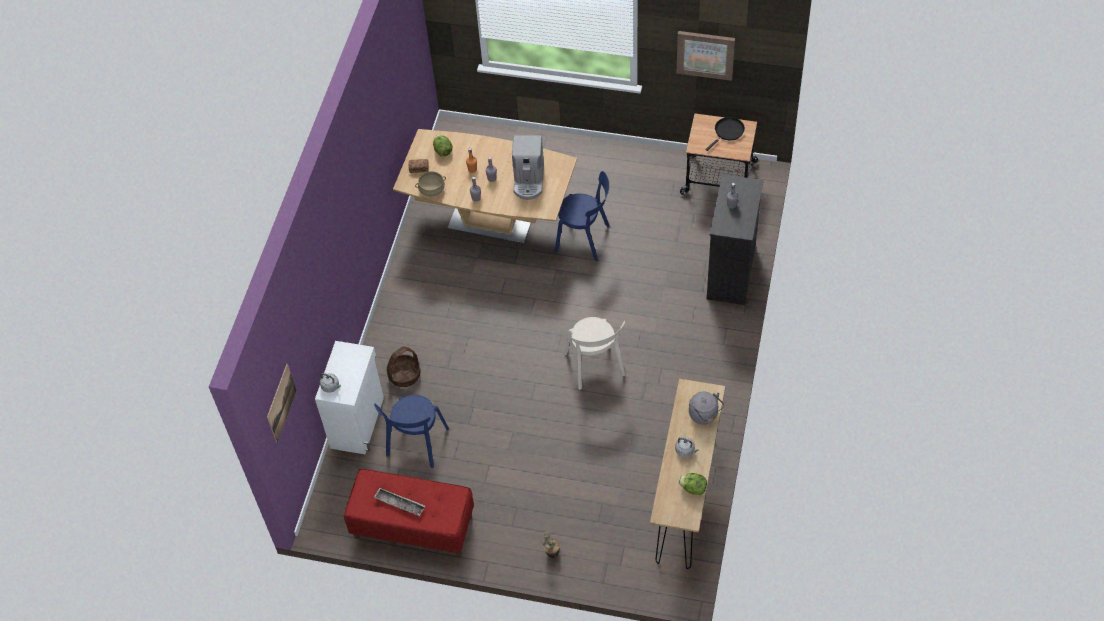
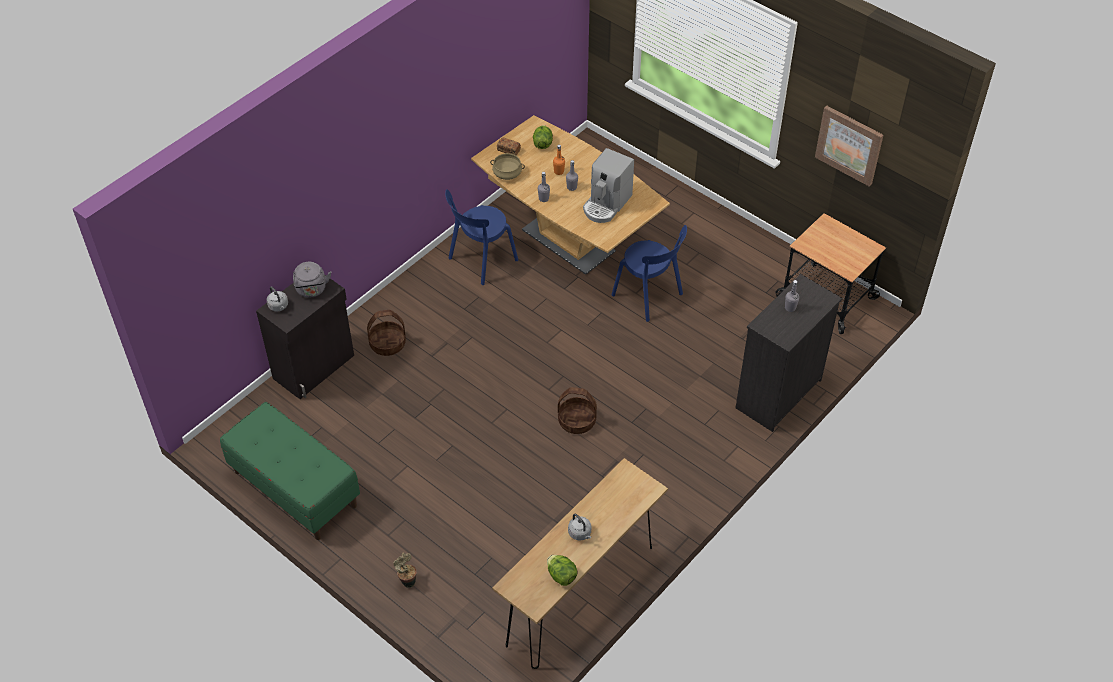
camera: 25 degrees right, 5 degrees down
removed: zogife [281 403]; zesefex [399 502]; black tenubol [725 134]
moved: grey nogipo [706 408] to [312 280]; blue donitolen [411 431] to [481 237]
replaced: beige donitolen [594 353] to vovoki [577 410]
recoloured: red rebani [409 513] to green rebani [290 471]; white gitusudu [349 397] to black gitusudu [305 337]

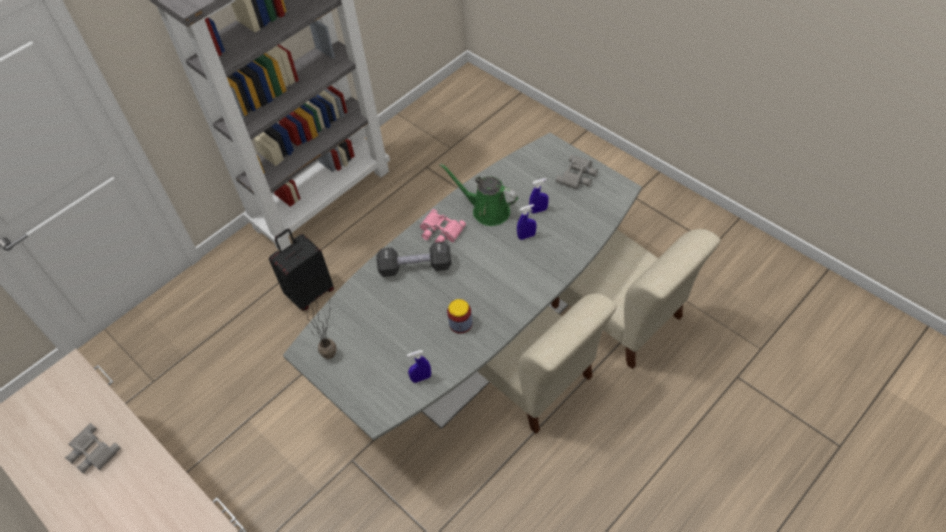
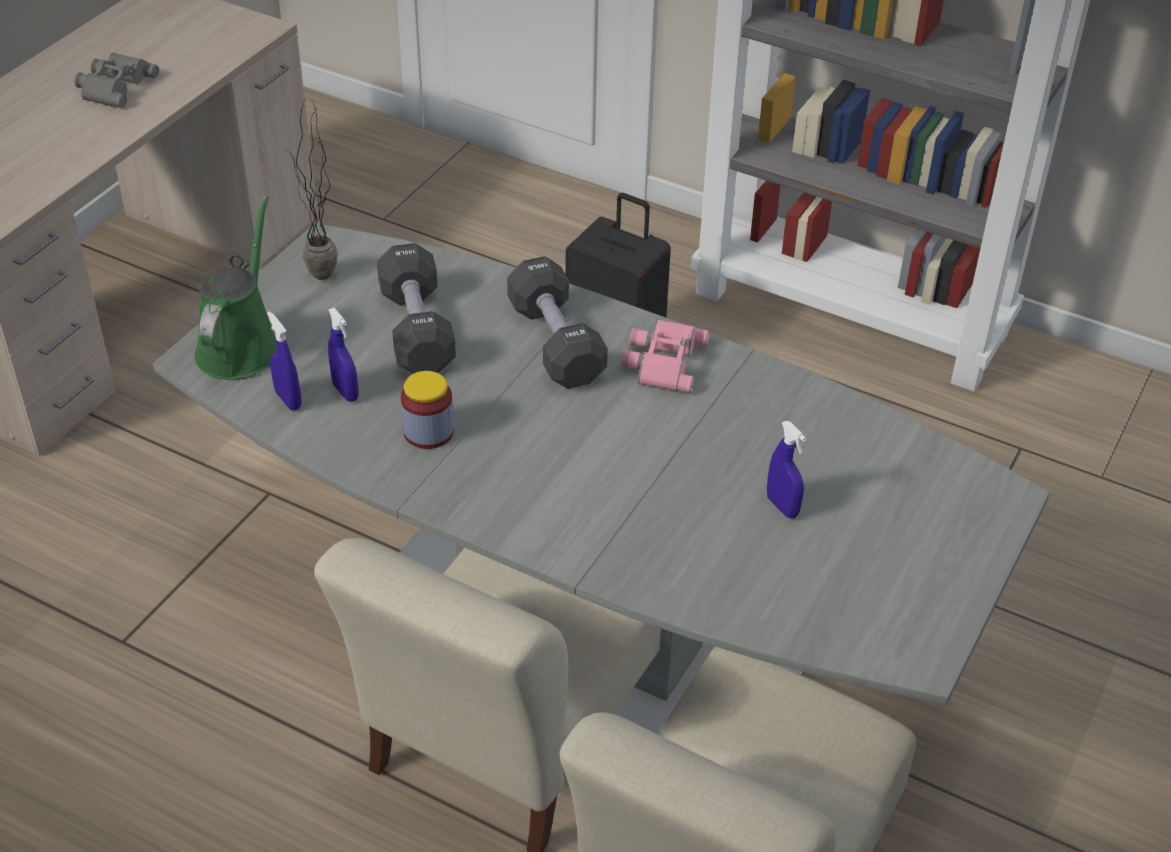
camera: 70 degrees right, 10 degrees down
removed: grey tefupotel [577 172]
added: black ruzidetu [416 308]
moved: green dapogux [479 194] to [236 288]; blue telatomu [526 222] to [343 355]

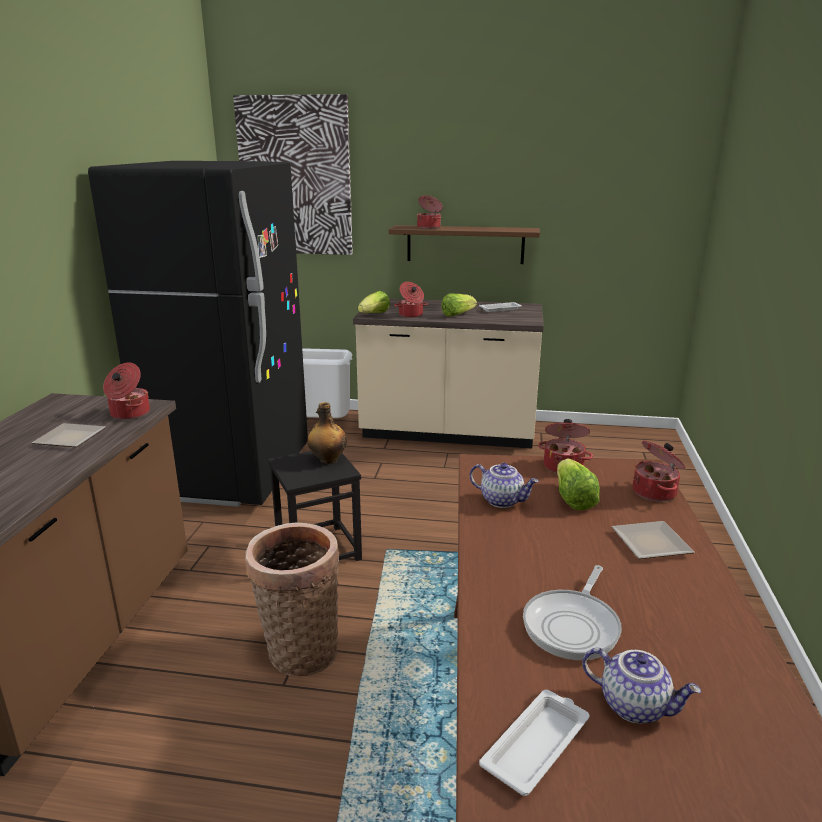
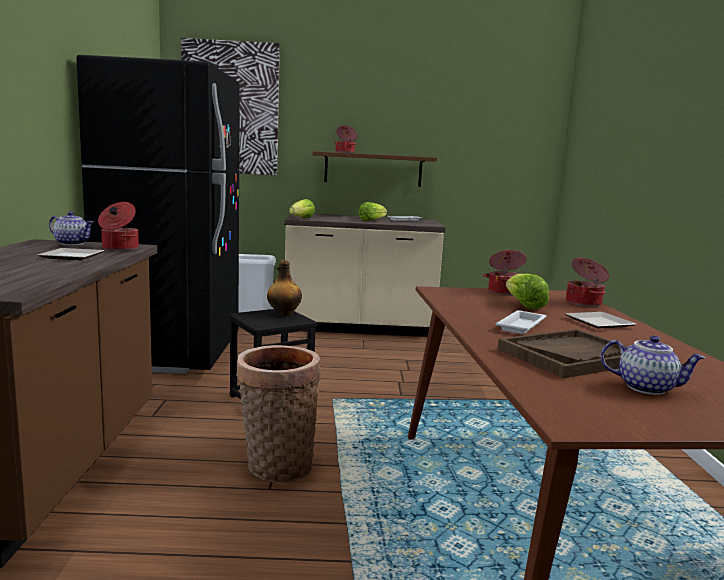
camera: 10 degrees left, 10 degrees down
removed: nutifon [411 300]
moved: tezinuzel [504 485] to [71 228]; white zesefex [534 743] to [521 322]
replaced: tenubol [572 612] to brown zesefex [563 353]

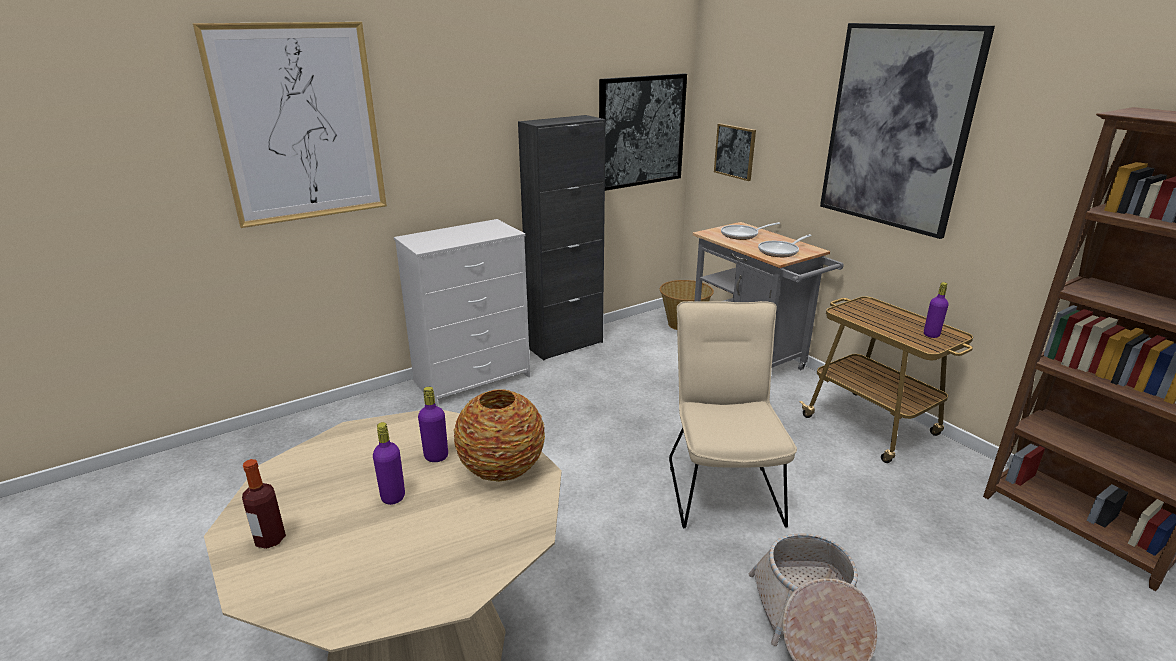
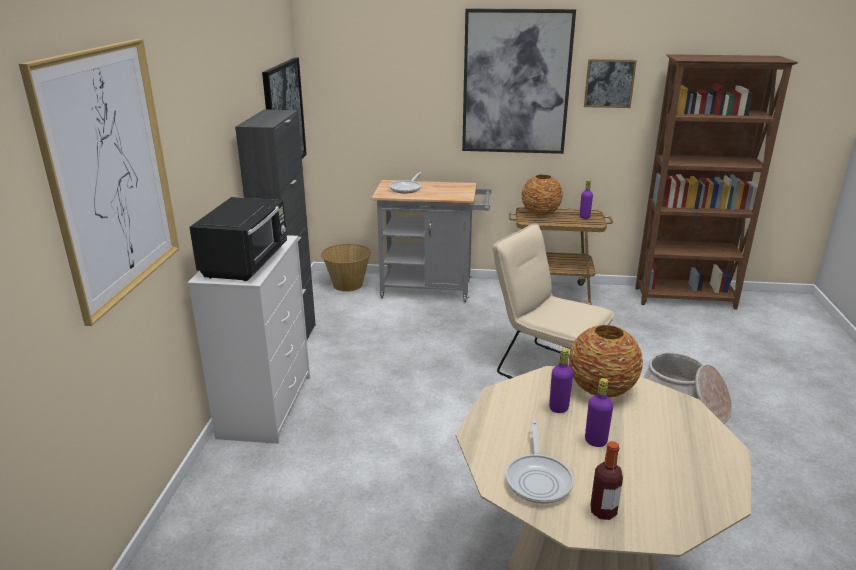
camera: 50 degrees left, 0 degrees up
added: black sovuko [238 239]; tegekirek [542 195]
moved: tenubol [785 245] to [539 462]; zogife [735 152] to [610 83]

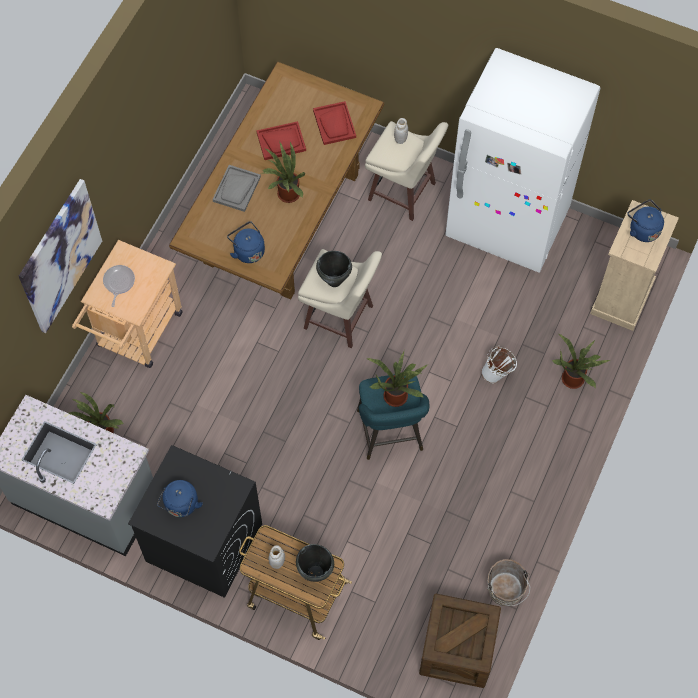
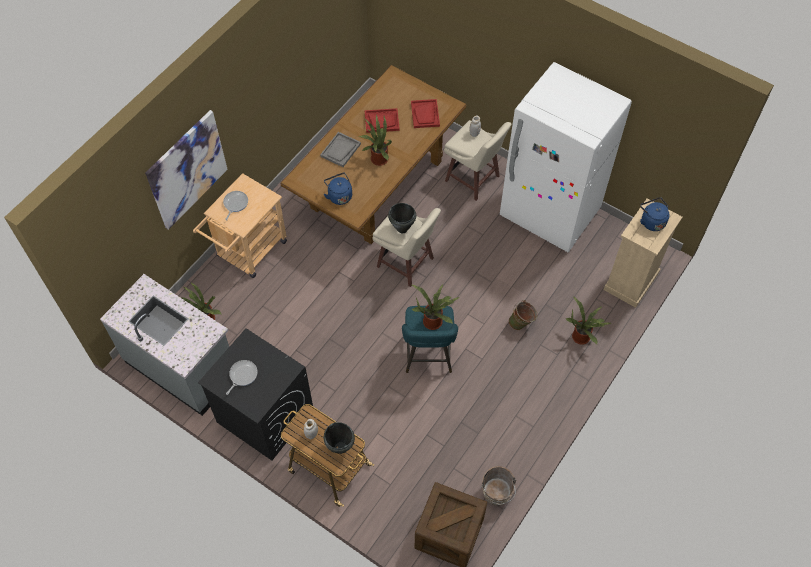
camera: 10 degrees right, 5 degrees down
replaced: blue nogipo [180 498] to tenubol [242 377]
recoloured: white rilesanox [499 364] to green rilesanox [522 315]

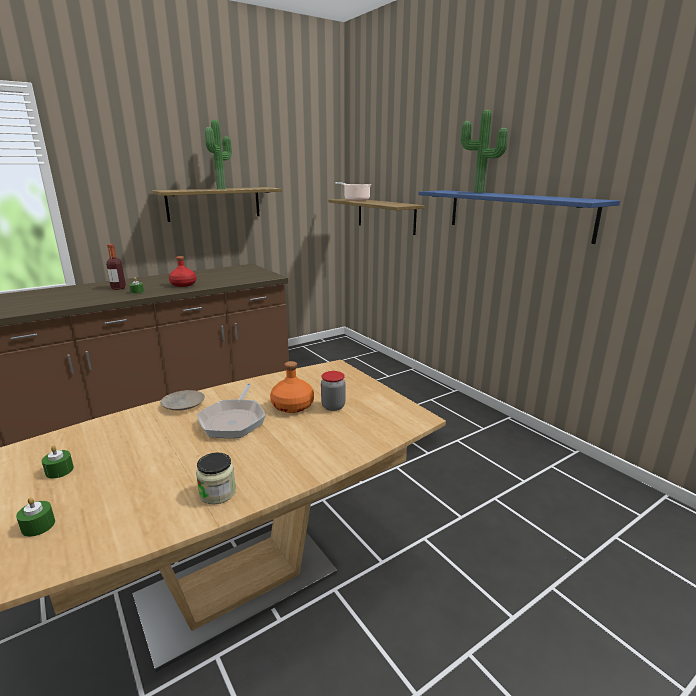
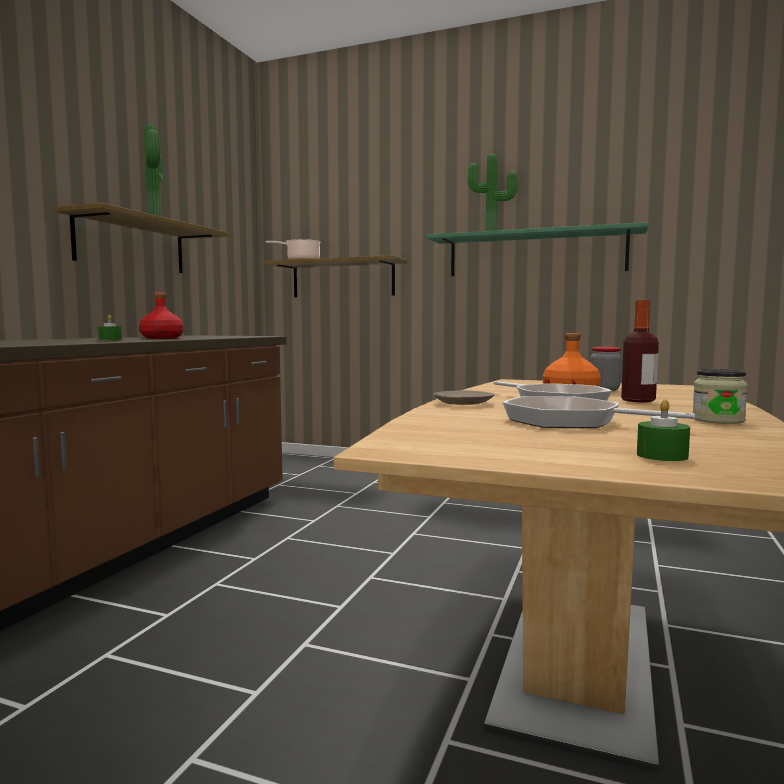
camera: 35 degrees left, 15 degrees down
removed: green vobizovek [58 462]
added: tenubol [598 412]
moved: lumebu [116 267] to [640 351]
recoloured: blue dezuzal [519 217] to green dezuzal [537 249]

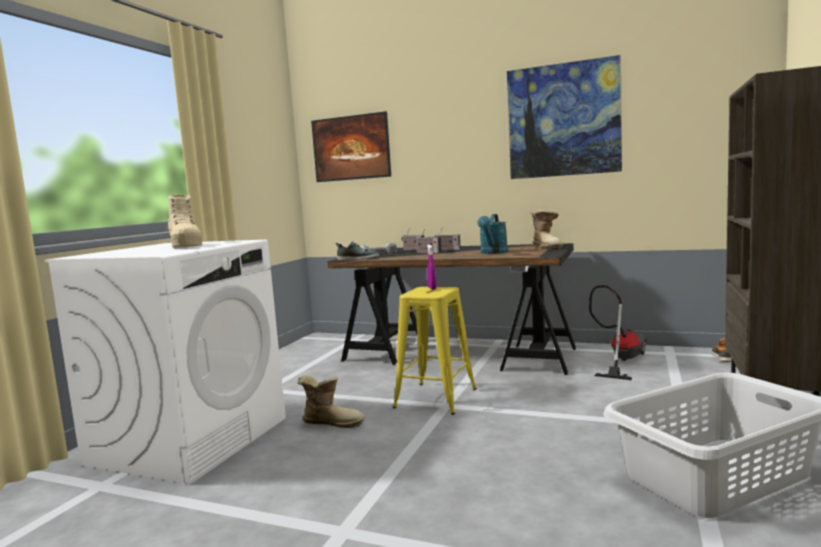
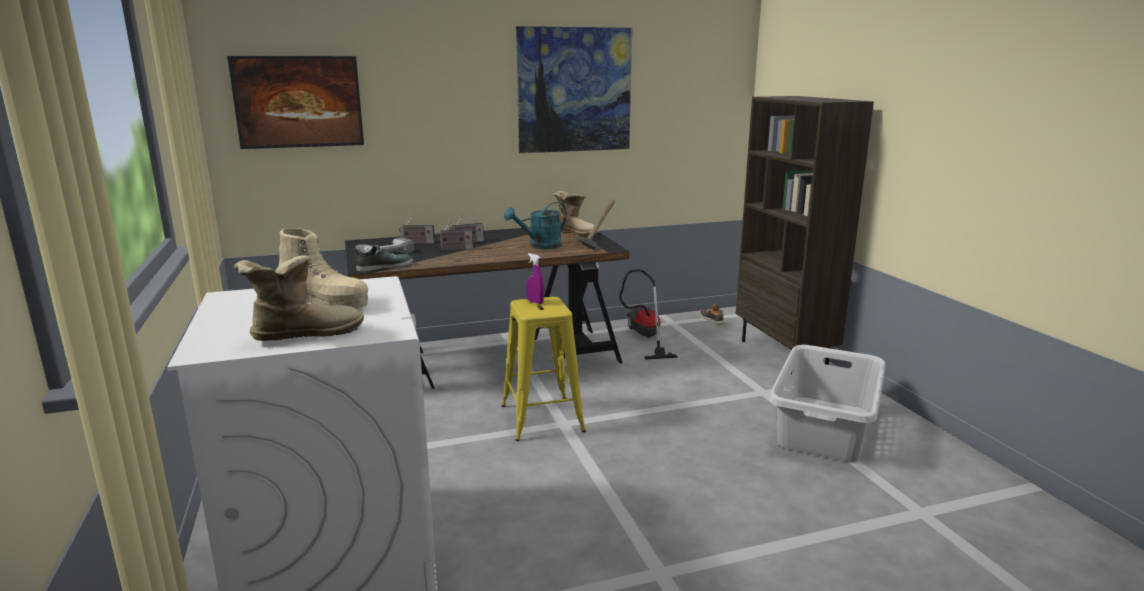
camera: 40 degrees left, 10 degrees up
added: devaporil [595 224]
moved: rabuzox [331 401] to [299 298]
turned: turquoise dapogux [492 234] = [535 225] 75 degrees clockwise

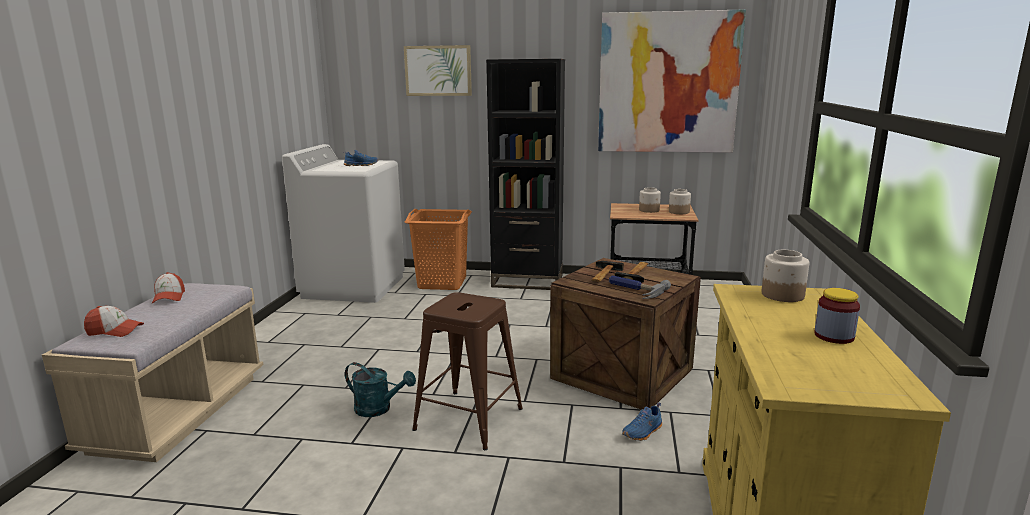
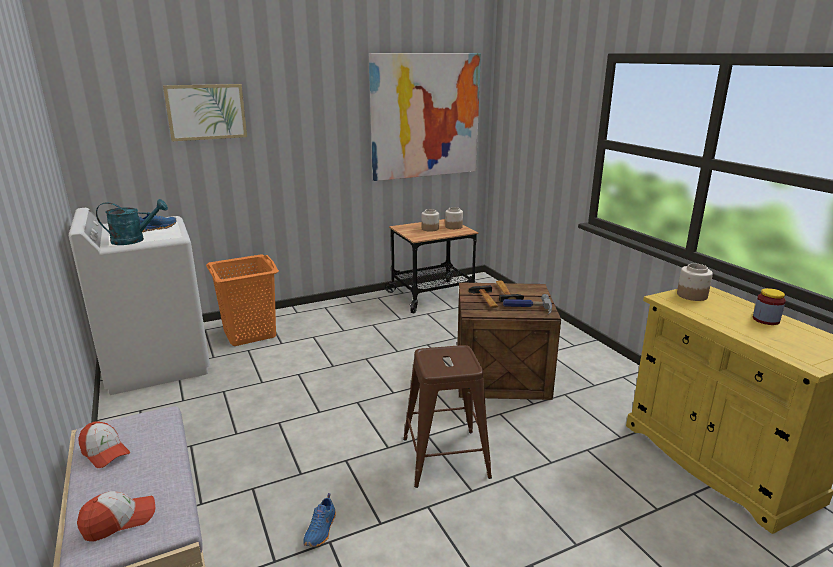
camera: 35 degrees left, 5 degrees up
removed: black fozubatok [525 174]
moved: turquoise dapogux [380 389] to [132 222]; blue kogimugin [642 421] to [319 520]

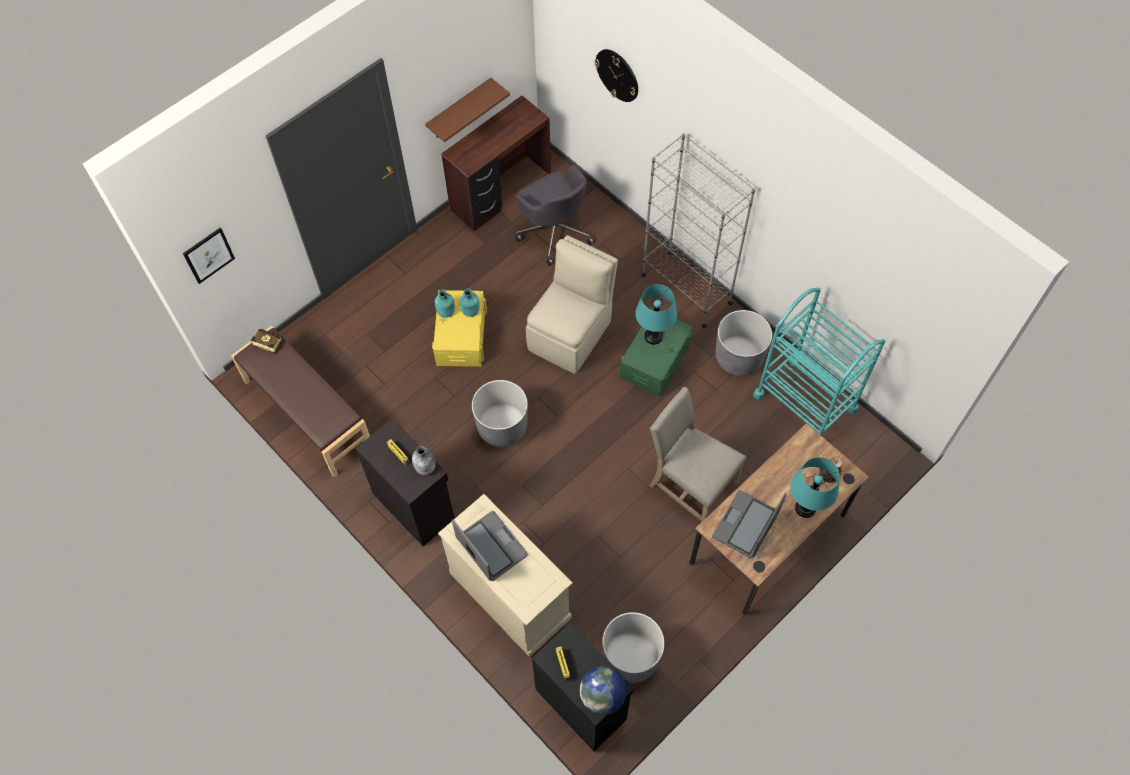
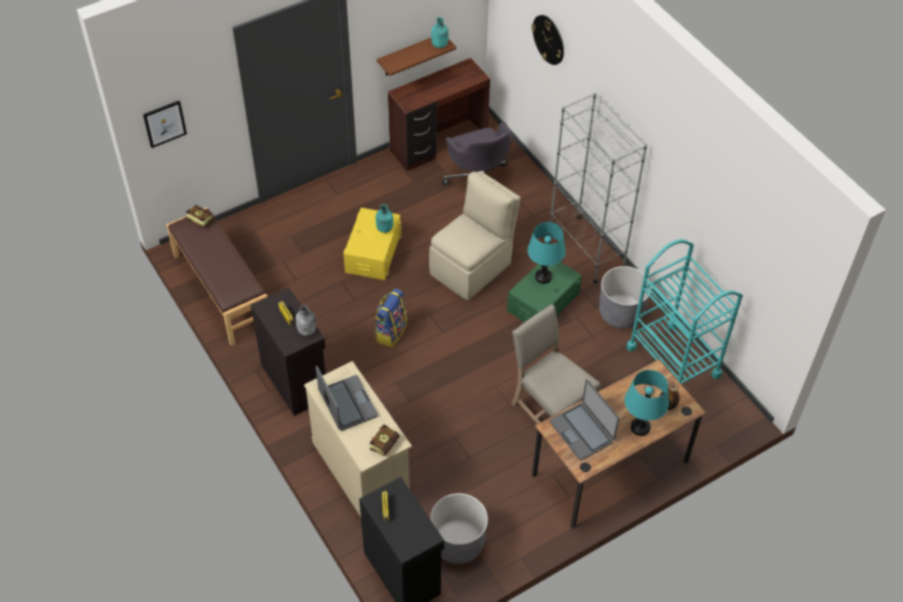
camera: 10 degrees right, 10 degrees down
removed: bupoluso [603 691]
added: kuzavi [385 440]
moved: turquoise lumebu [445 304] to [440 32]
replaced: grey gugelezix [500 413] to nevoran [390 318]
turned: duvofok [749 524] = [584 419] 75 degrees counterclockwise

